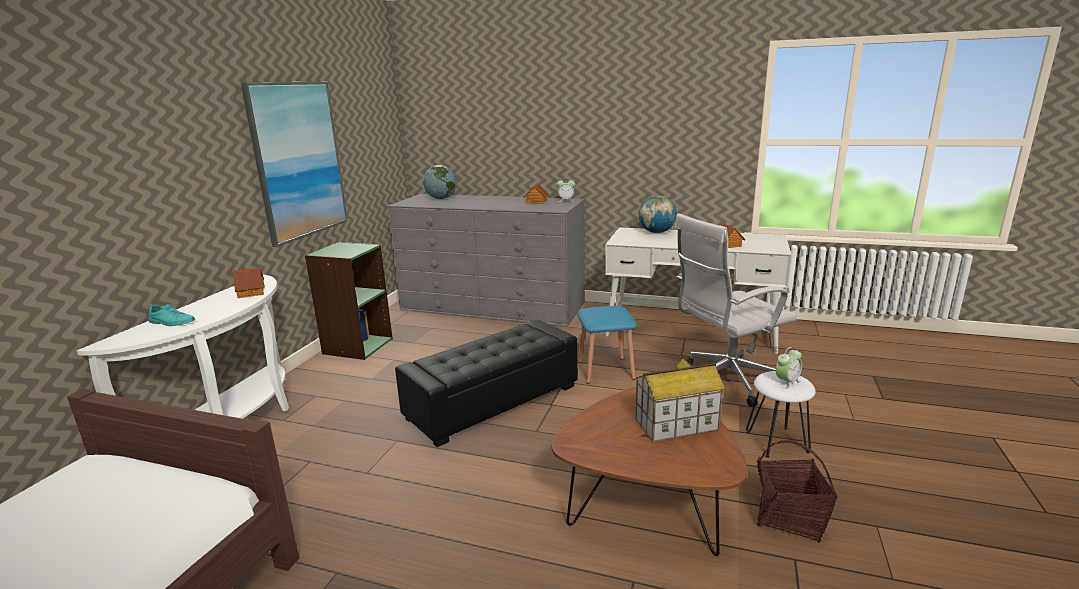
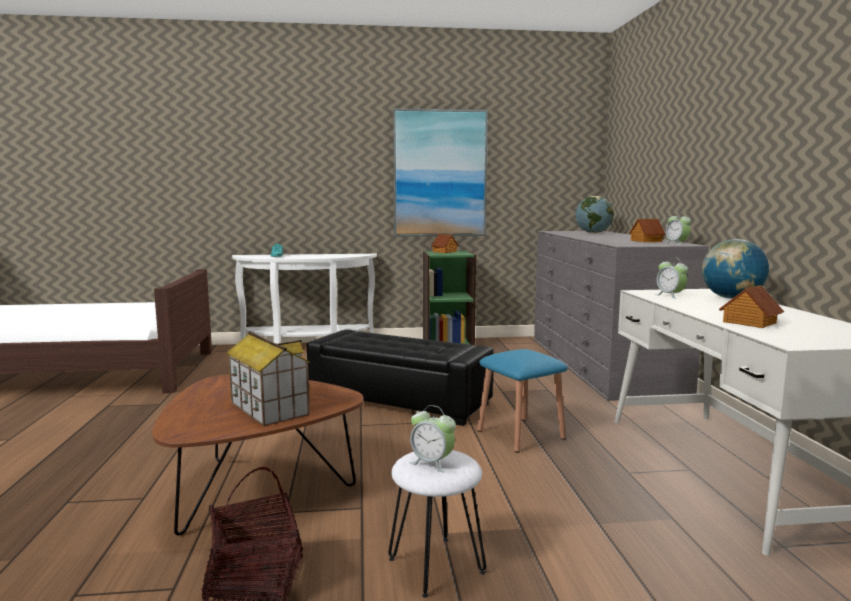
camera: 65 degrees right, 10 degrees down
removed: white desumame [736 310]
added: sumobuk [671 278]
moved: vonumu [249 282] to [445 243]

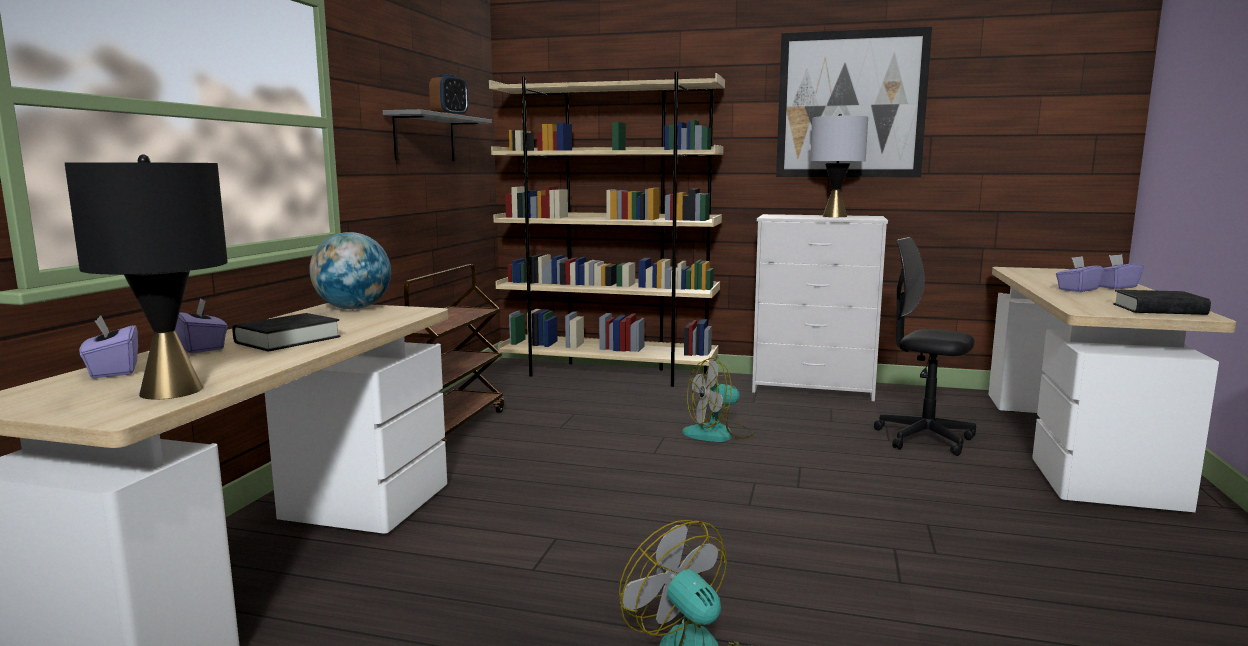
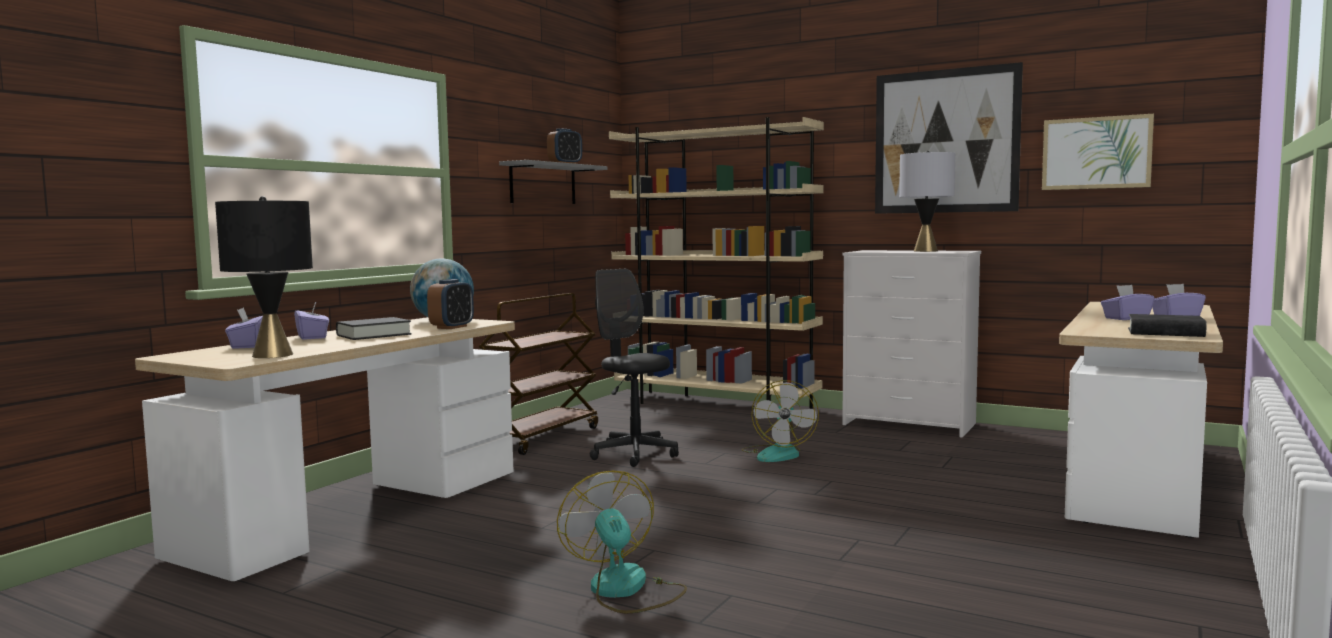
camera: 15 degrees right, 5 degrees down
added: sumobuk [450 304]; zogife [1098 152]
moved: black desumame [925 346] to [634 368]
turned: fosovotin [718 400] = [780 421] 75 degrees counterclockwise

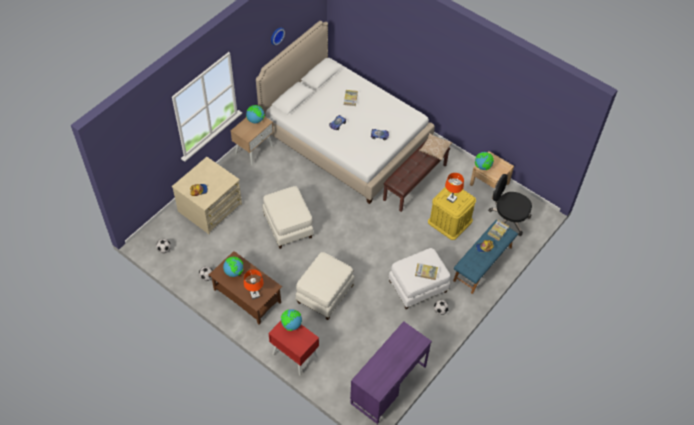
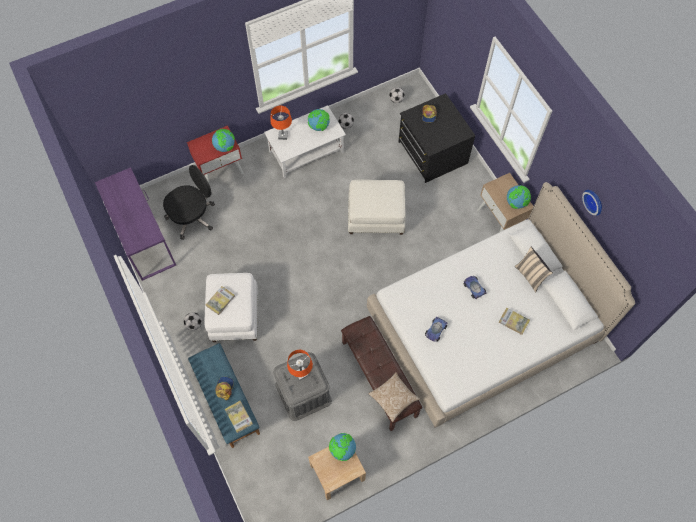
camera: 115 degrees right, 10 degrees up
removed: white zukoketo [325 286]
added: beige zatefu [534 269]
moved: black desumame [510 205] to [189 202]
recoloured: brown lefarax [245 288] to white lefarax [305 142]; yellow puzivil [452 211] to grey puzivil [302 386]; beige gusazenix [207 195] to black gusazenix [436 138]

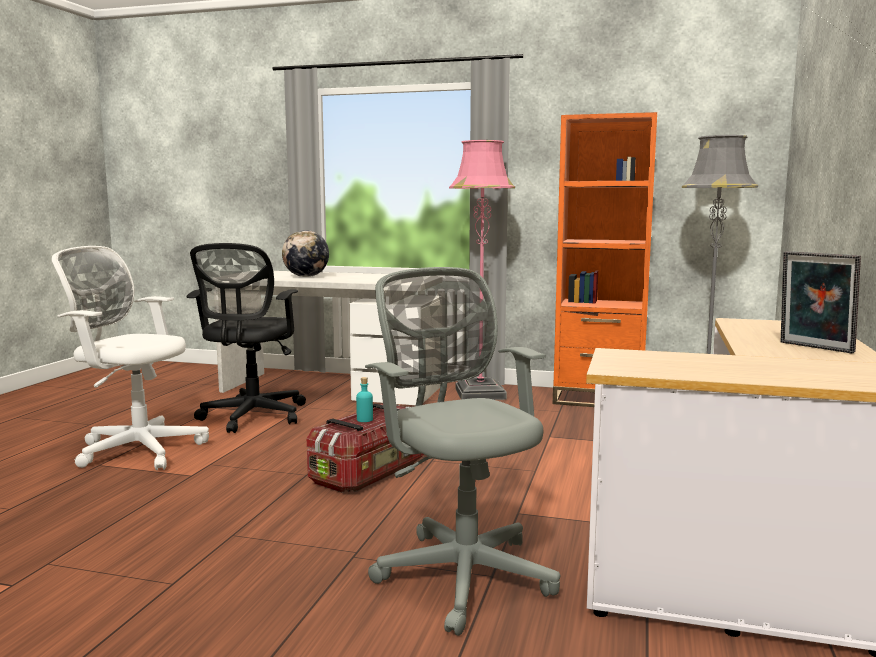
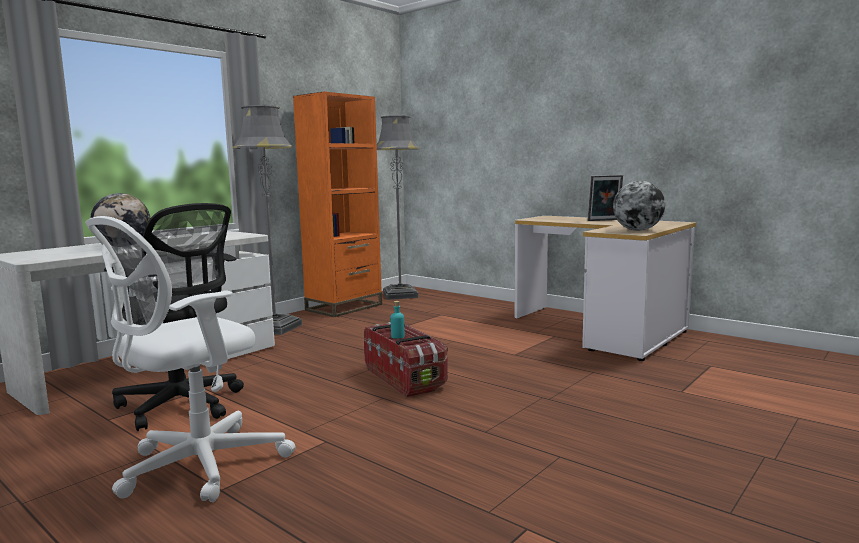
camera: 65 degrees left, 0 degrees up
removed: grey desumame [462 451]
added: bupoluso [639 206]
recoloured: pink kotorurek [482 270] to grey kotorurek [267 220]

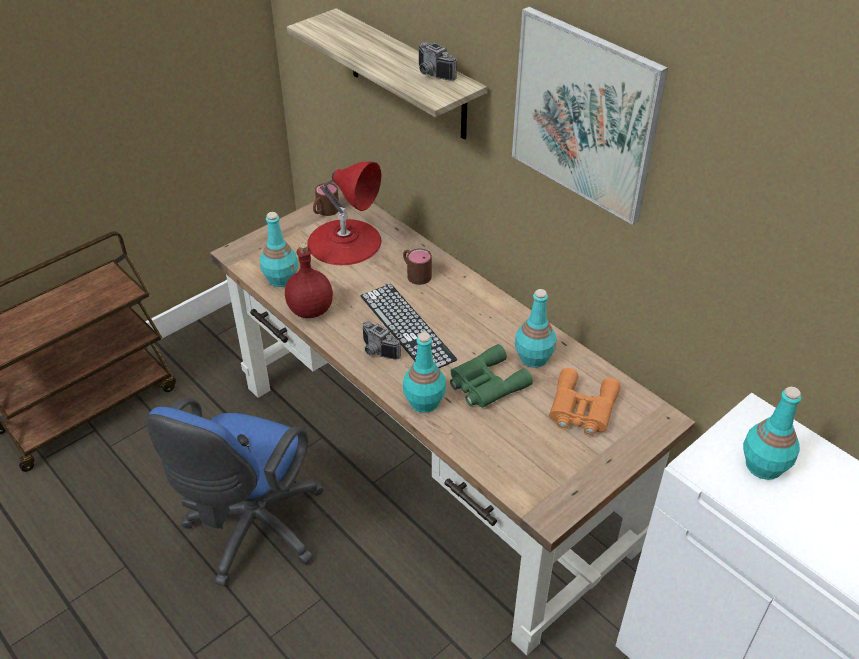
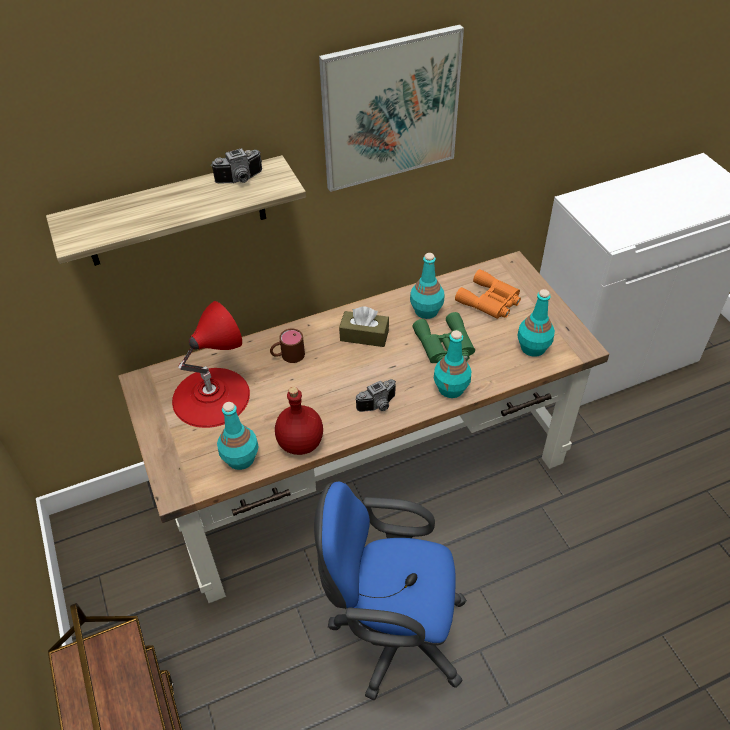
camera: 70 degrees left, 5 degrees up
removed: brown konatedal [326 199]; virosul [409 326]
added: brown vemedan [364 327]
moved: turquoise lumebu [772 433] to [536 323]
turned: blue desumame [235 492] = [390 591] 150 degrees clockwise

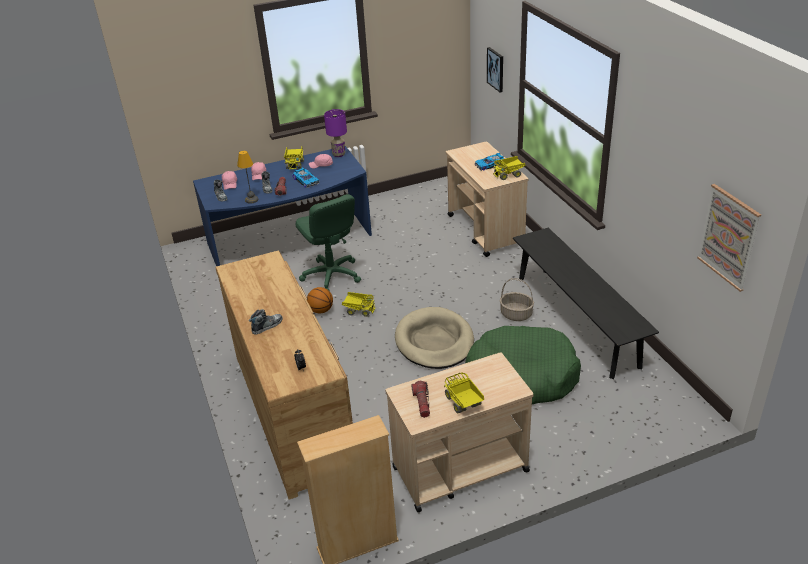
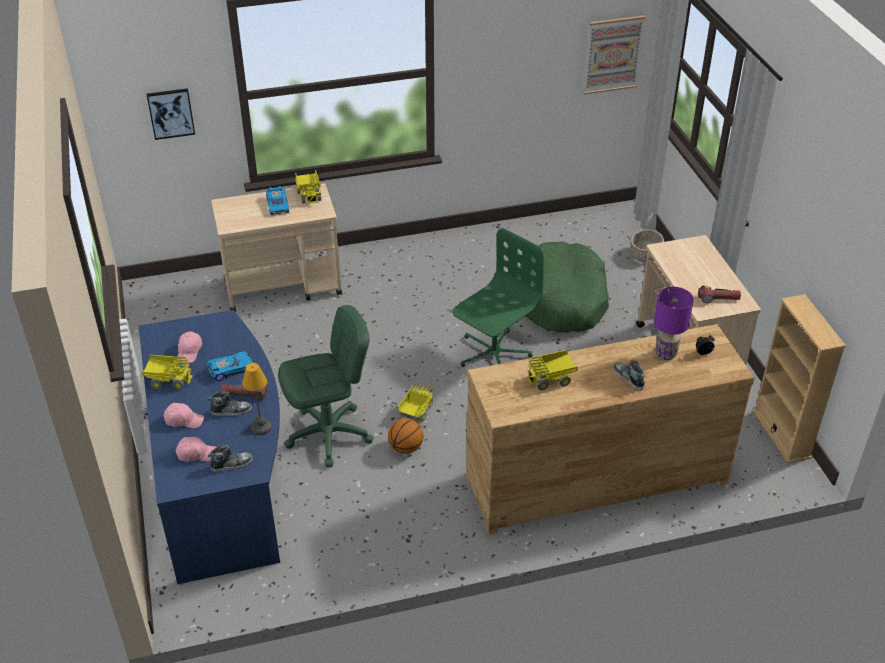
camera: 85 degrees left, 5 degrees up
removed: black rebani [586 303]
moved: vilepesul [464 393] to [552 370]; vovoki [517 299] to [647 237]; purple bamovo [335 133] to [674 323]
replaced: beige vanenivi [434 338] to green desumame [498 297]

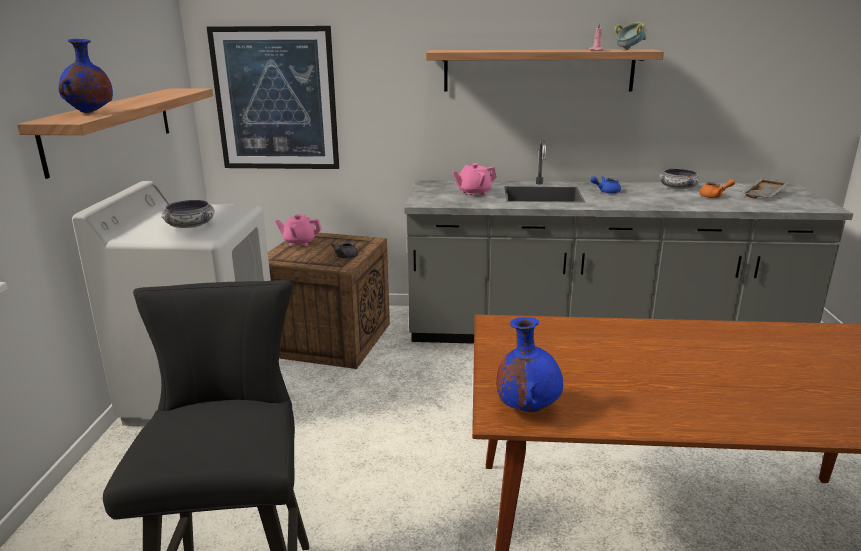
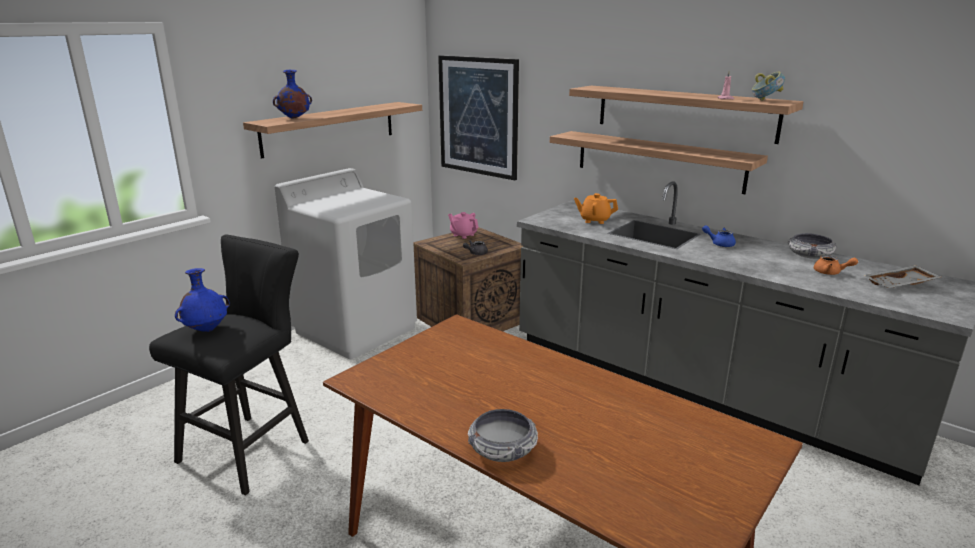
camera: 35 degrees right, 0 degrees up
added: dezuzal [659 162]
moved: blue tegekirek [529 364] to [202 300]; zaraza [188 214] to [503 435]
recoloured: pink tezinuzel [474 179] to orange tezinuzel [596 208]

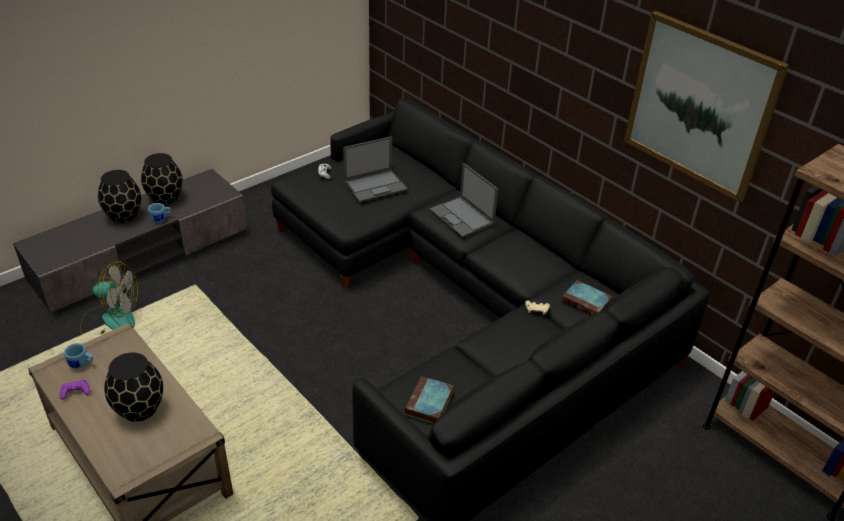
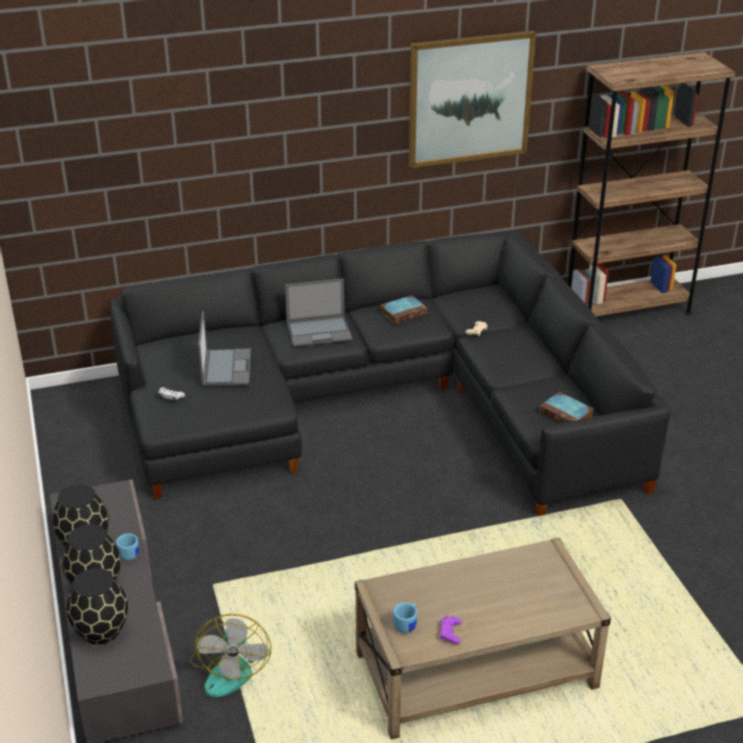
camera: 65 degrees left, 5 degrees down
moved: black tegekirek [133 387] to [97 606]; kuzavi [587 297] to [404 309]
turned: fosovotin [109 298] = [230 655] 150 degrees clockwise

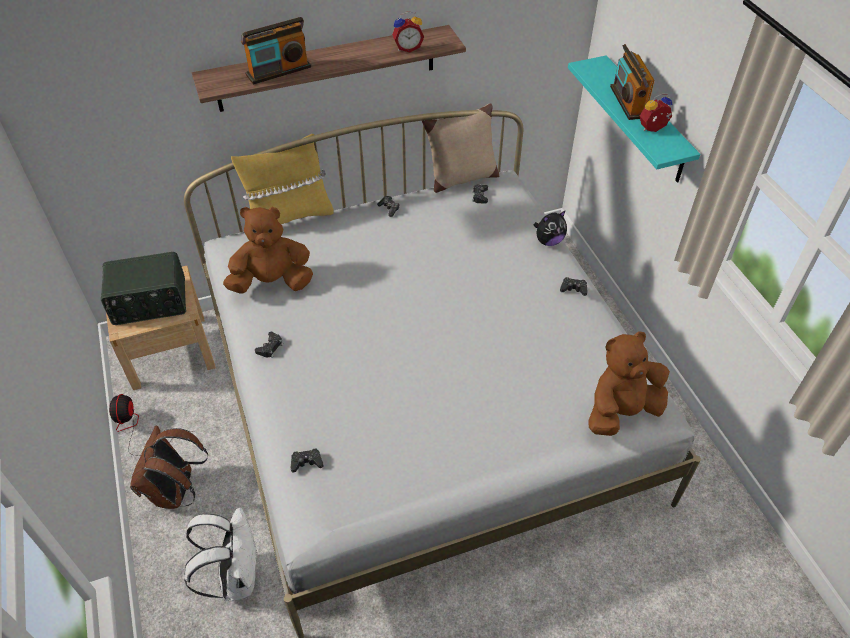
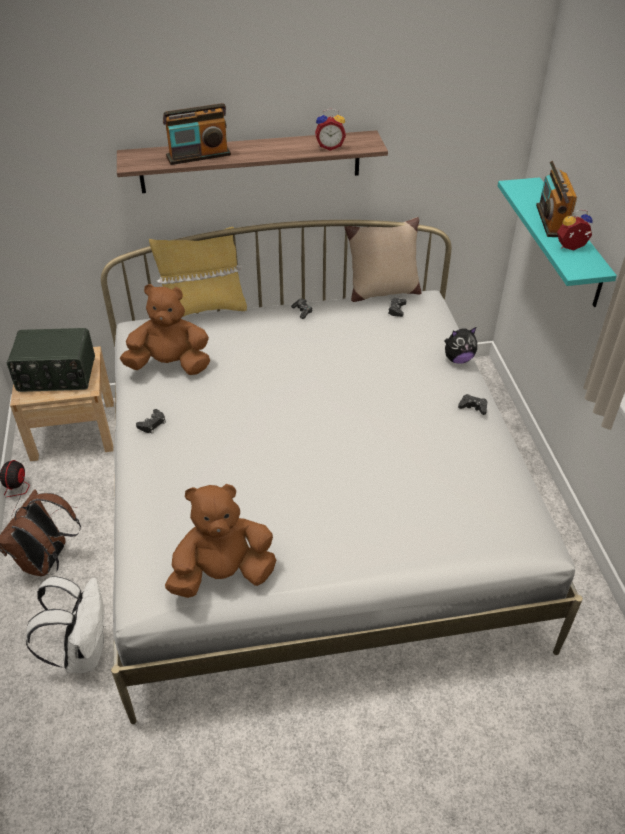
camera: 10 degrees right, 5 degrees down
removed: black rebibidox [307 460]
moved: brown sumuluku [629 383] to [220 541]

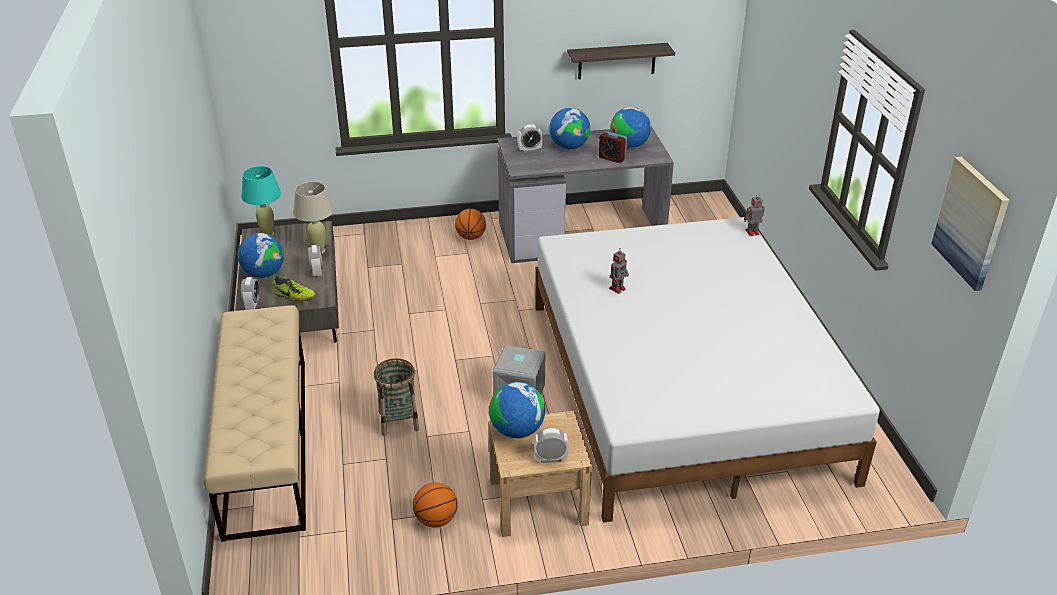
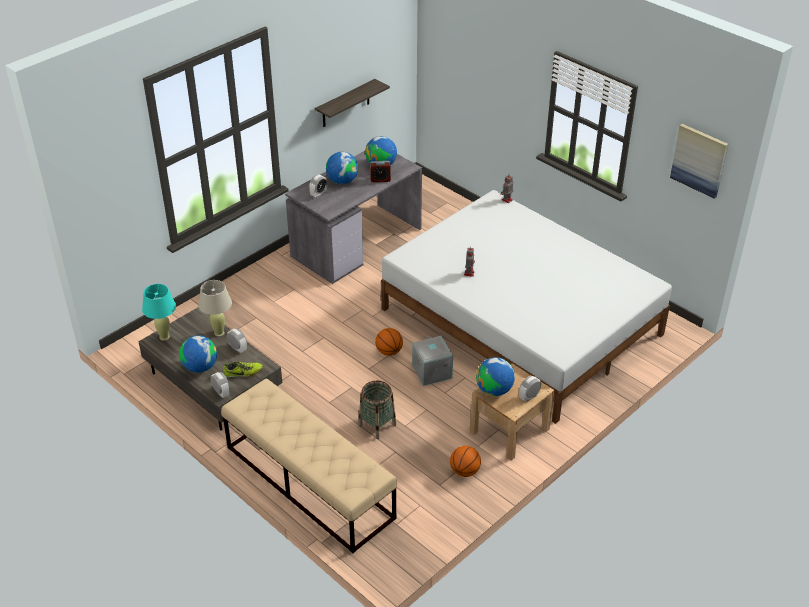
camera: 35 degrees left, 5 degrees up
moved: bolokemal [470 224] to [389 342]

